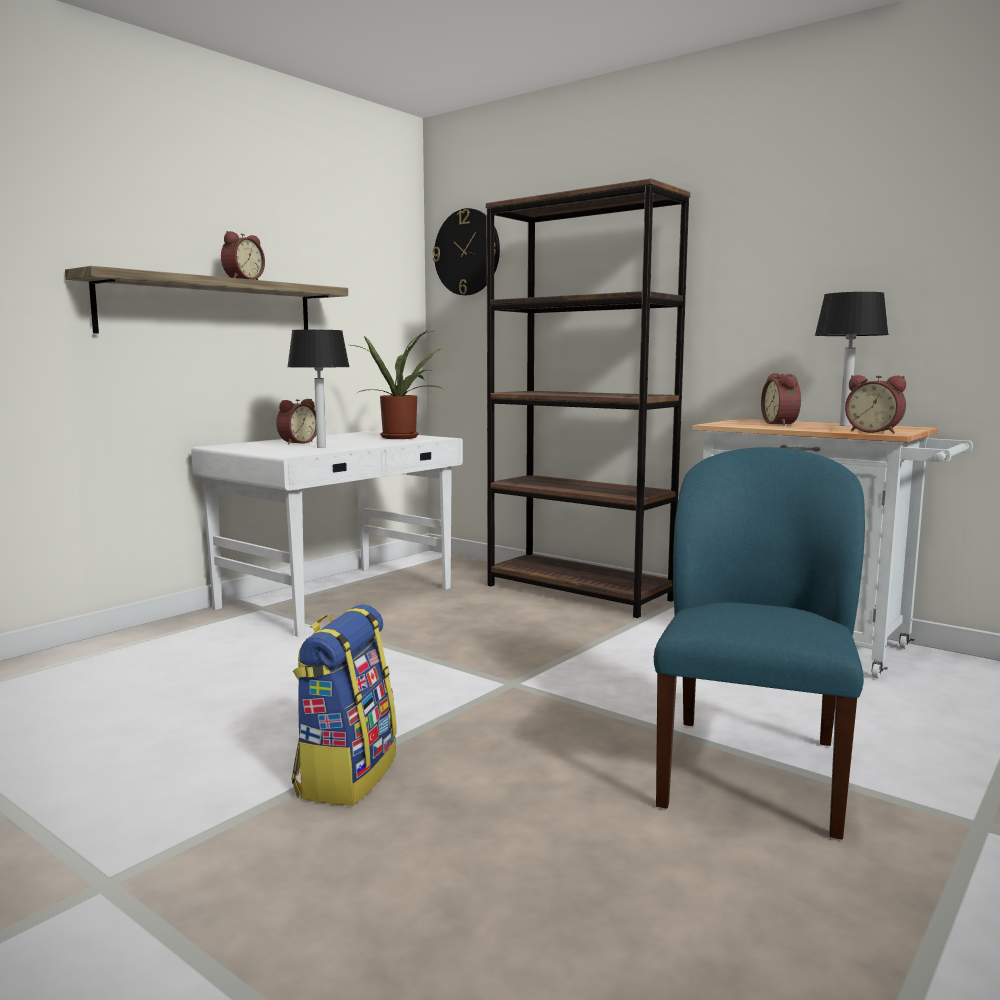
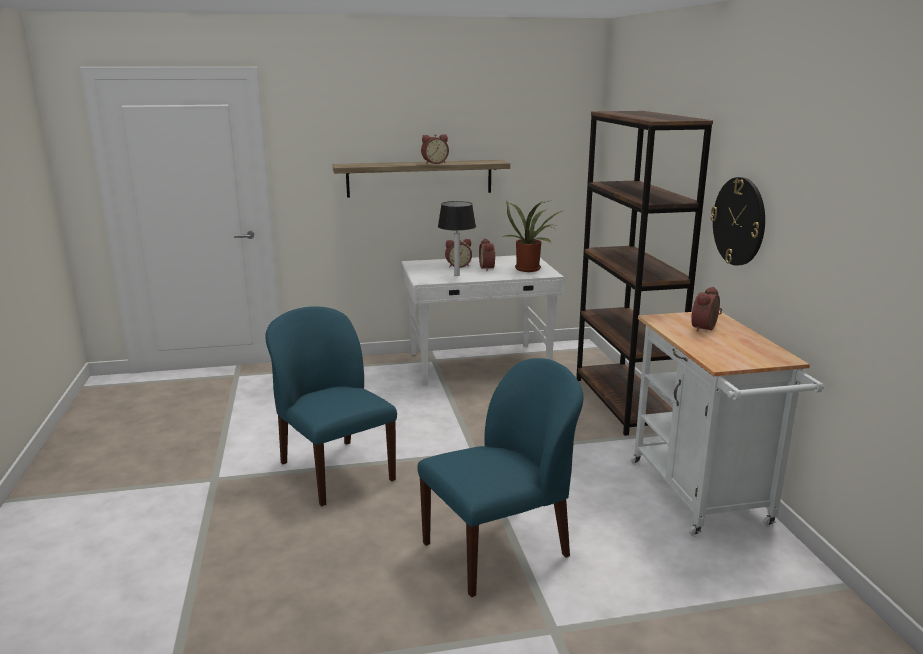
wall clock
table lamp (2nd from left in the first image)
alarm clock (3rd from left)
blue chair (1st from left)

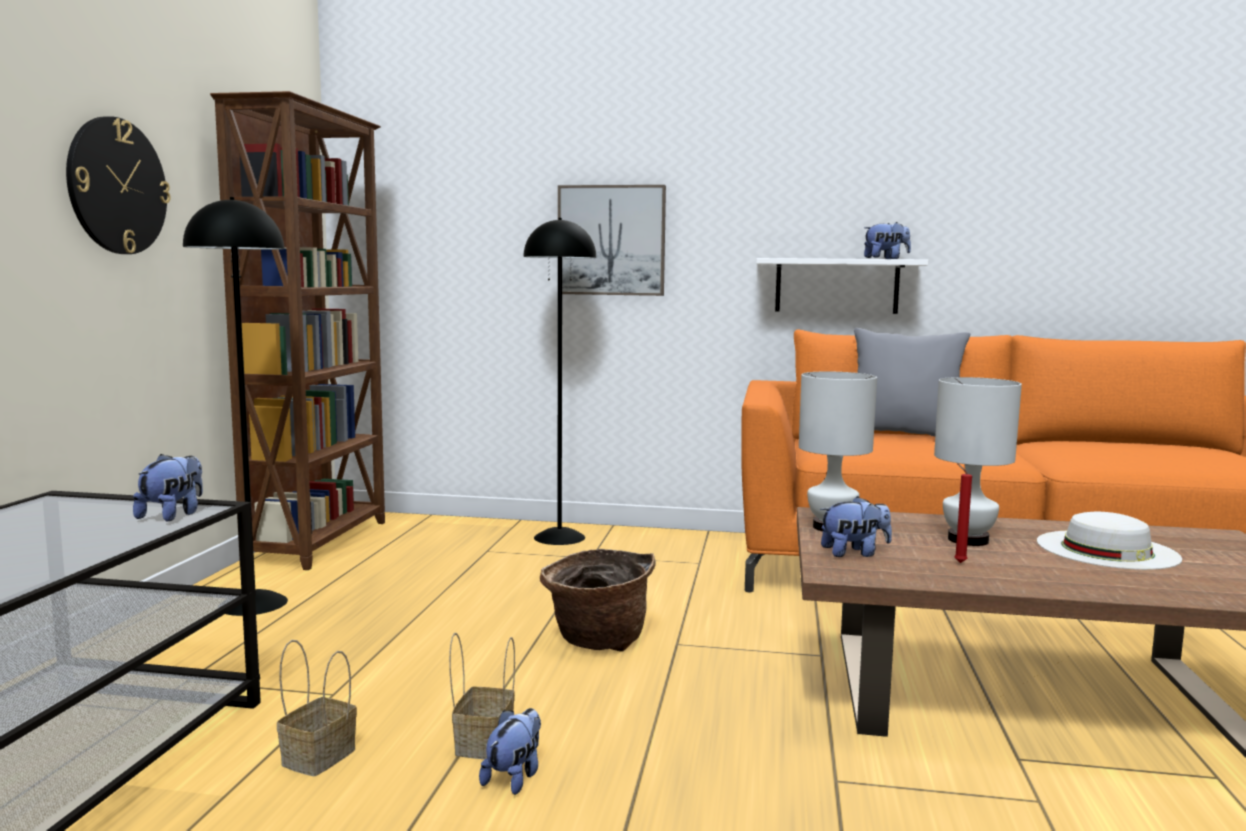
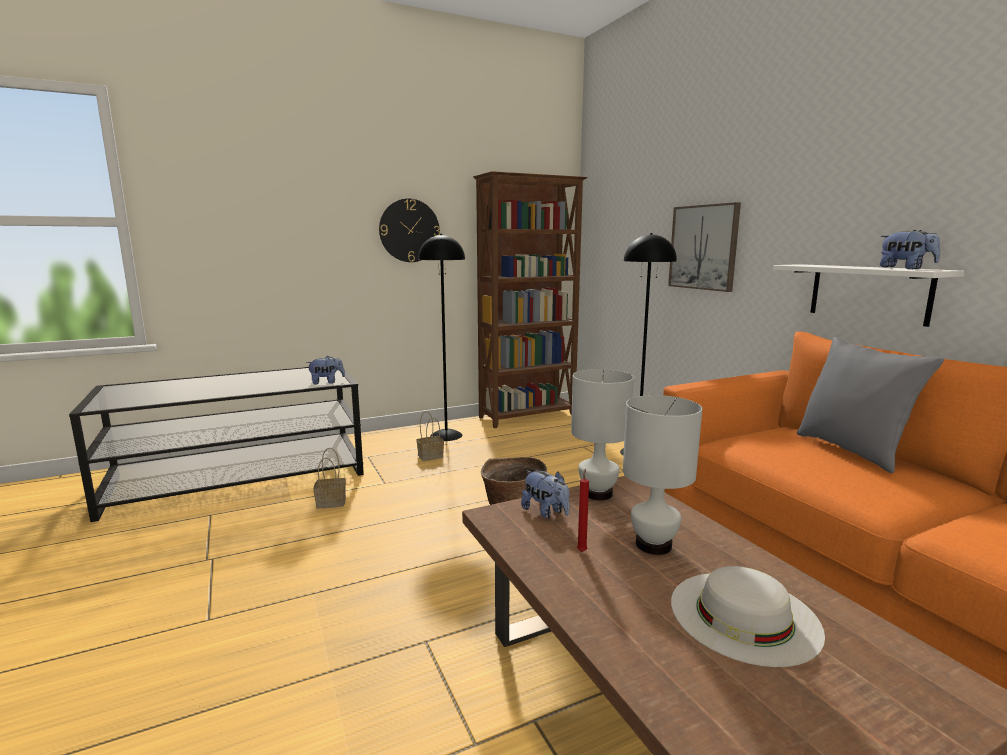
basket (2nd from left)
plush toy (2nd from left in the first image)

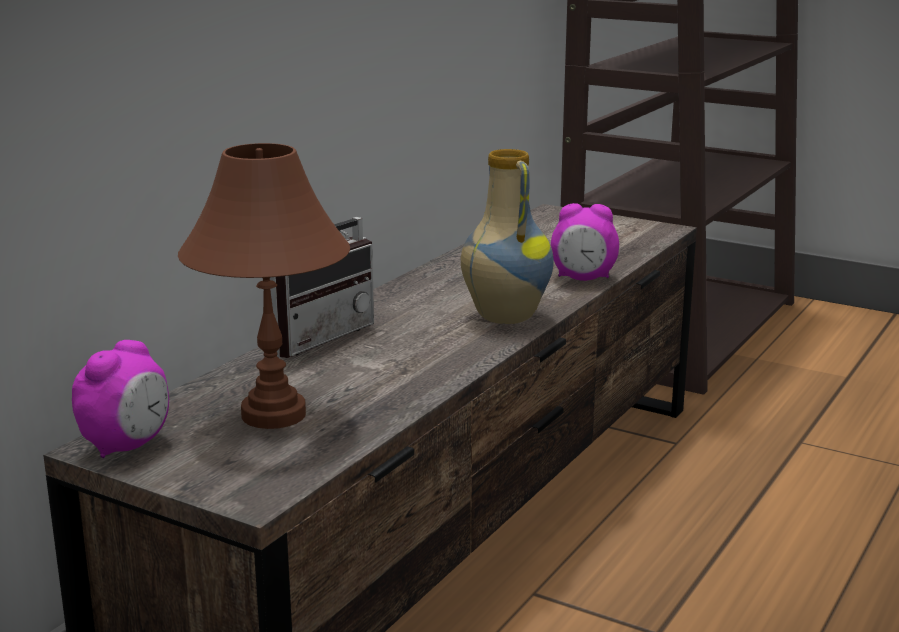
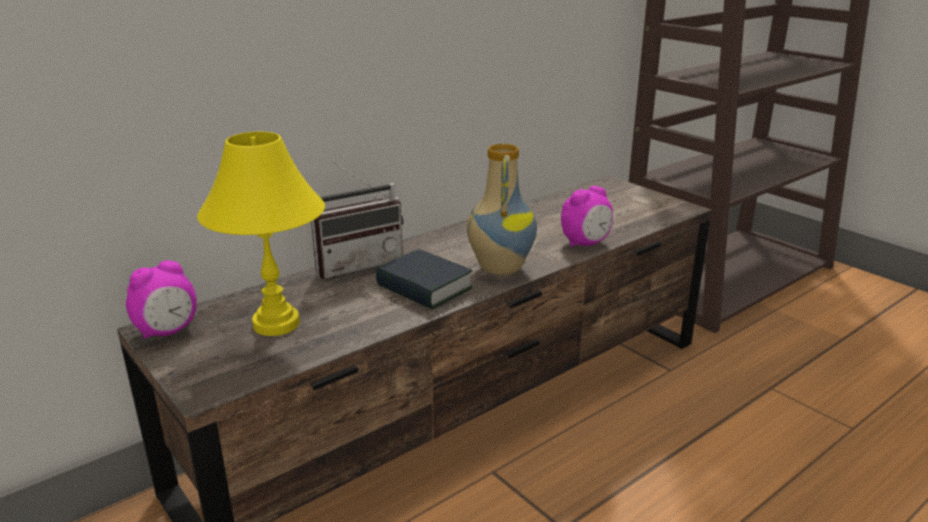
yellow table lamp
alarm clock (2nd from left)
book

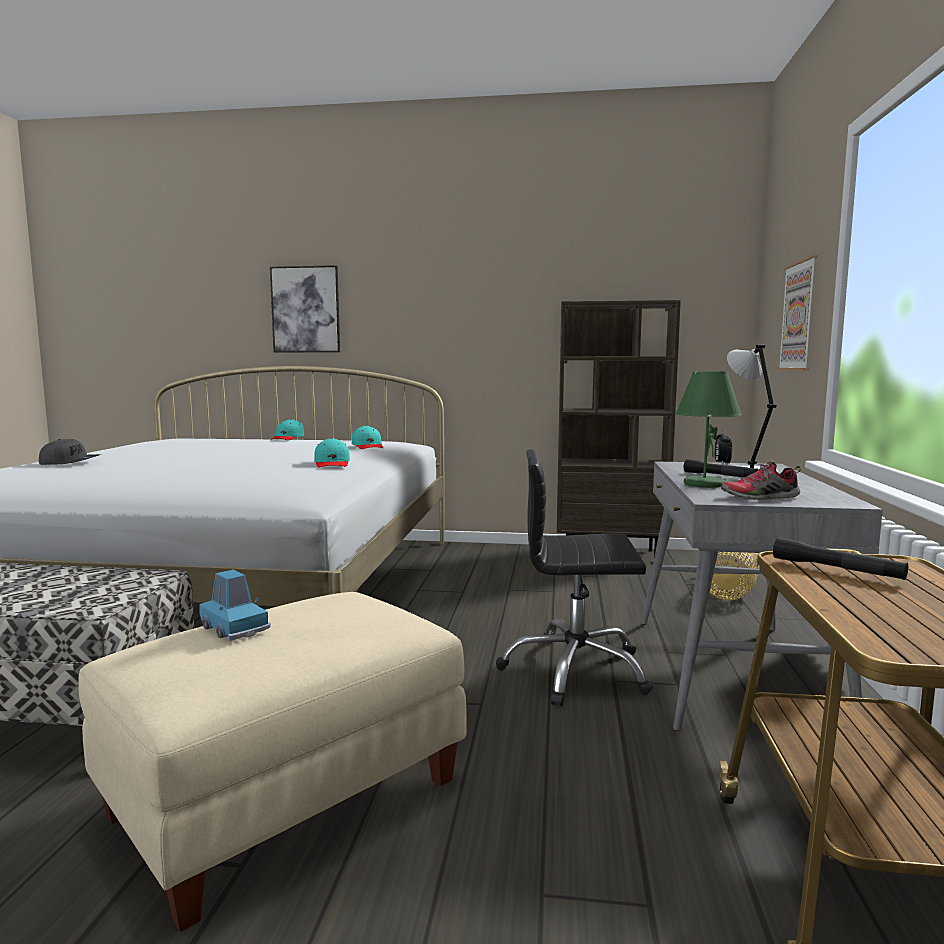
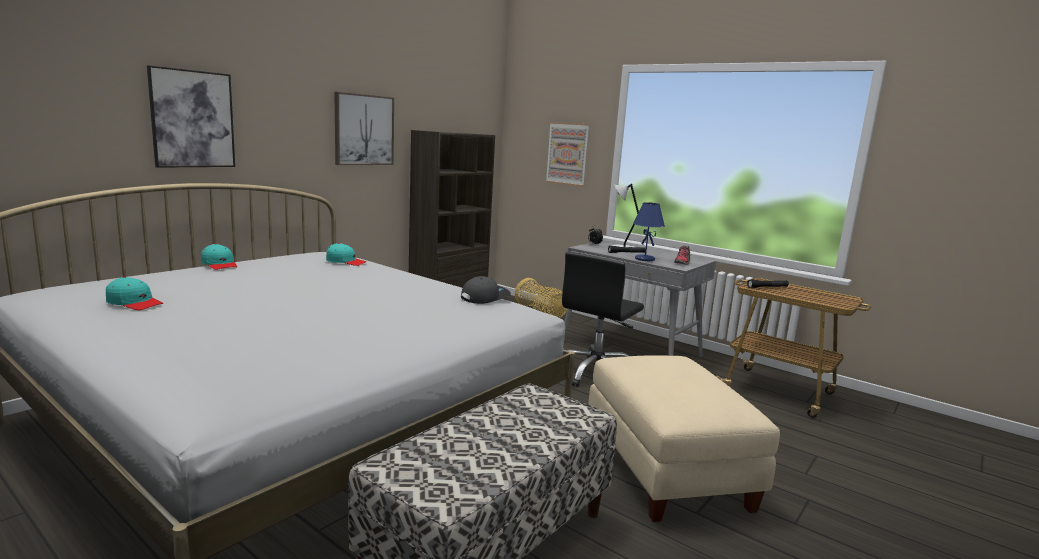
blue table lamp
turquoise cap (1st from left)
grey cap
blue toy car
picture (2nd from left)

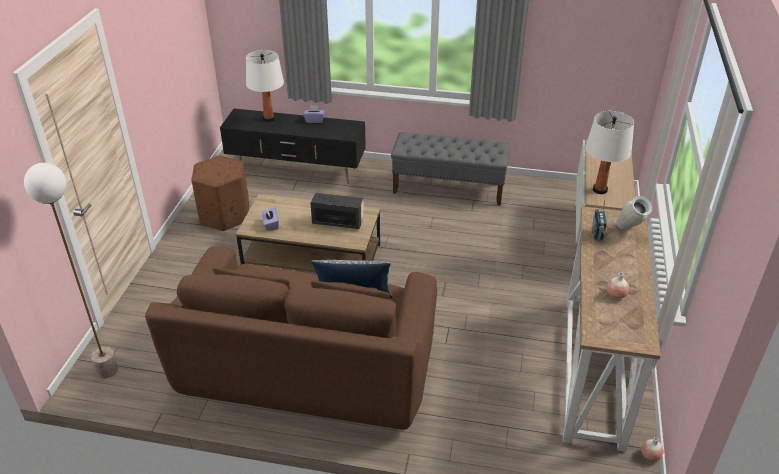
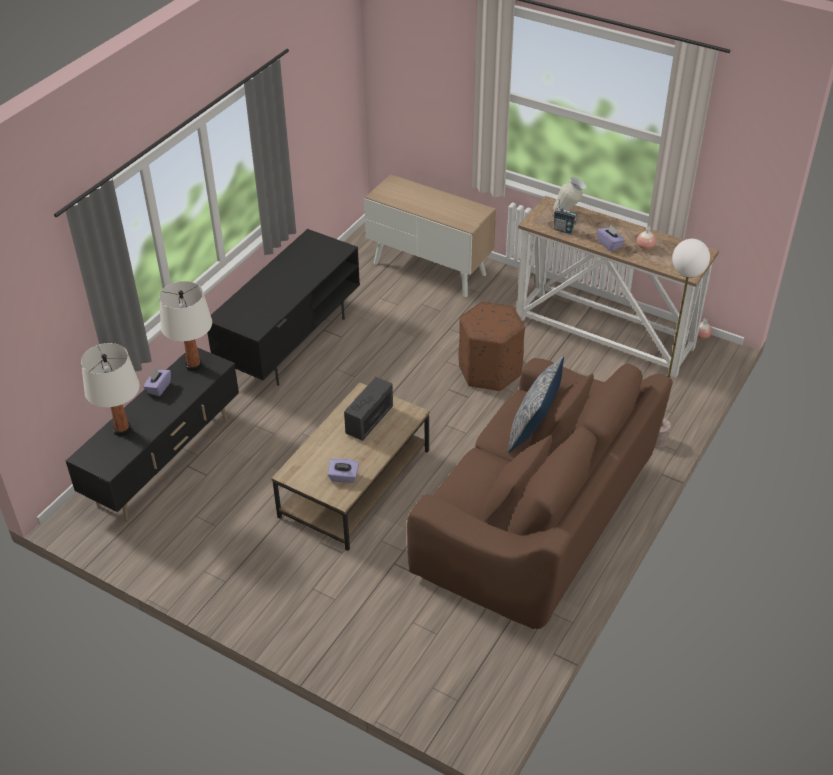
white table lamp (2nd from left)
black tv stand (2nd from left)
brown ottoman
floor lamp
purple tissue box (3rd from left)

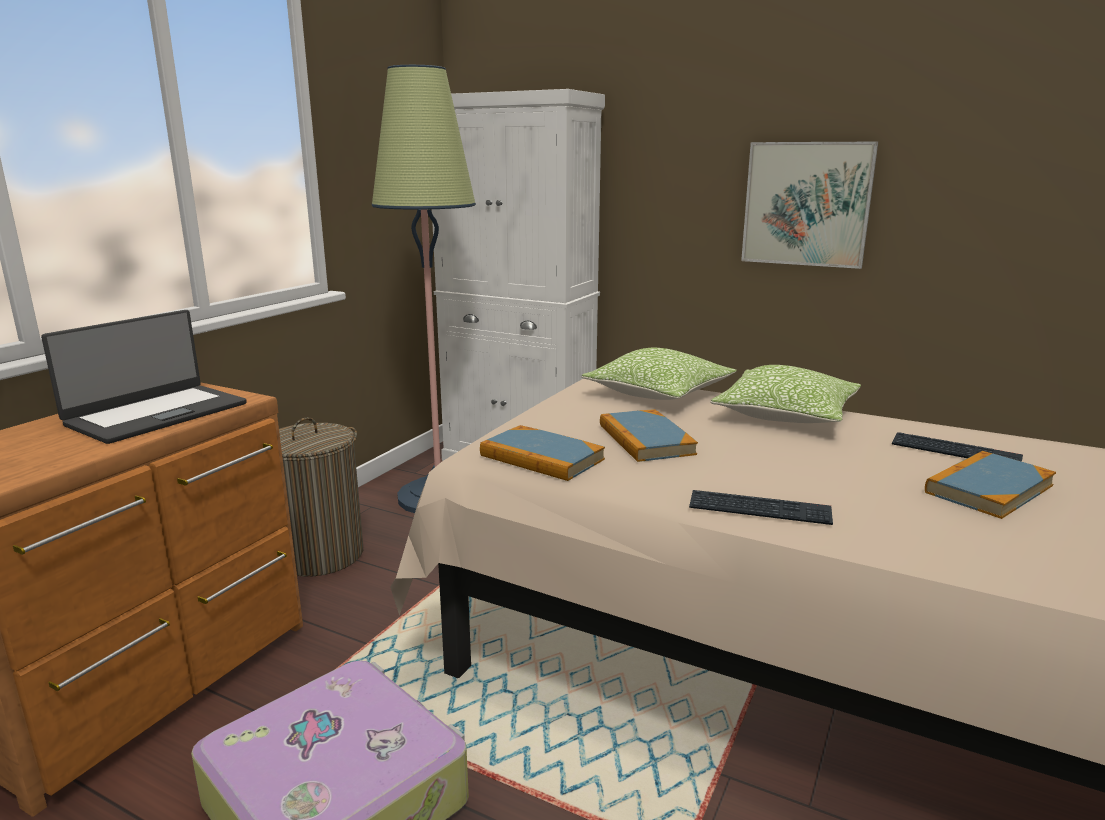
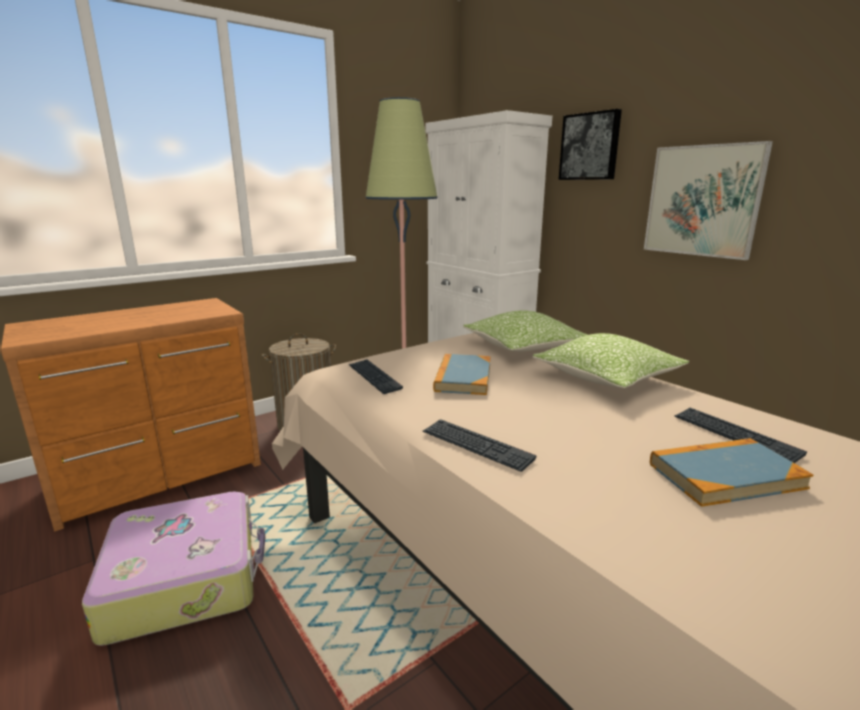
laptop
keyboard (1st from left)
picture (1st from left)

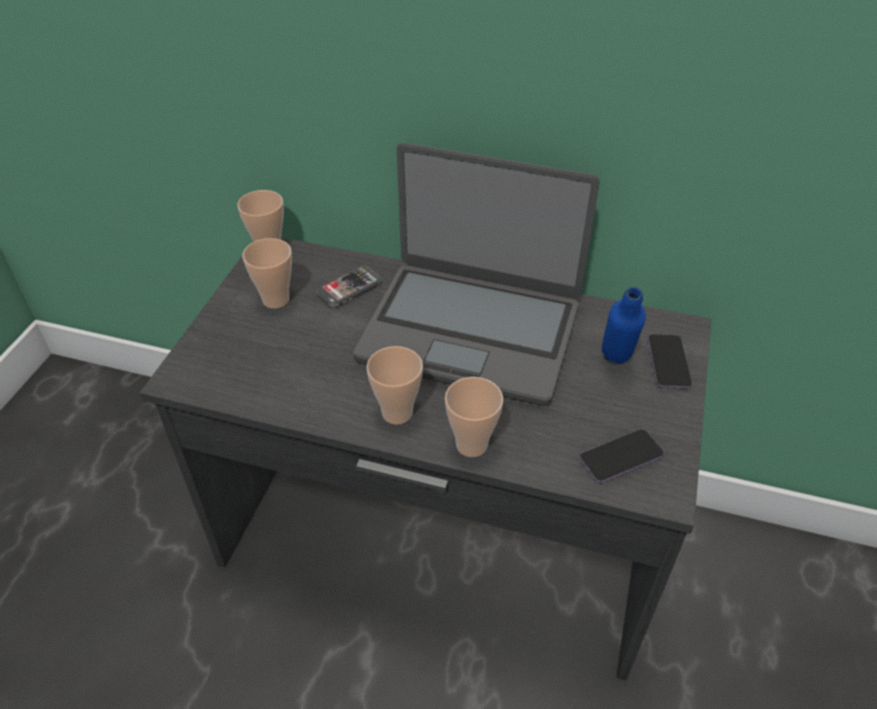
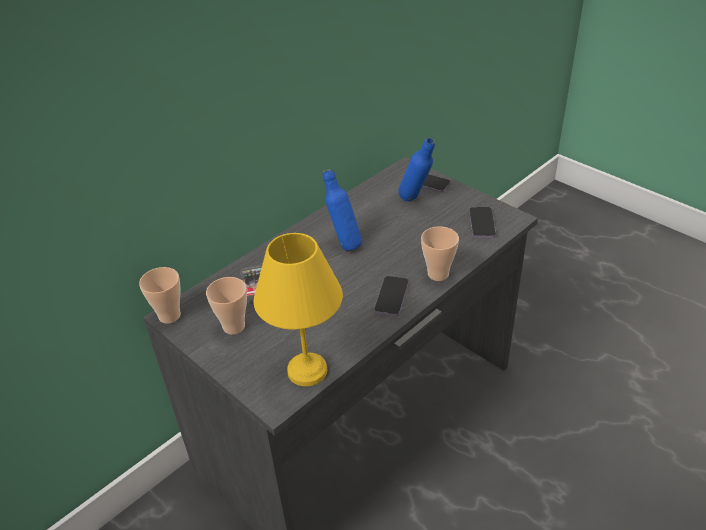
blue bottle (1st from left)
phone (2nd from left)
yellow table lamp

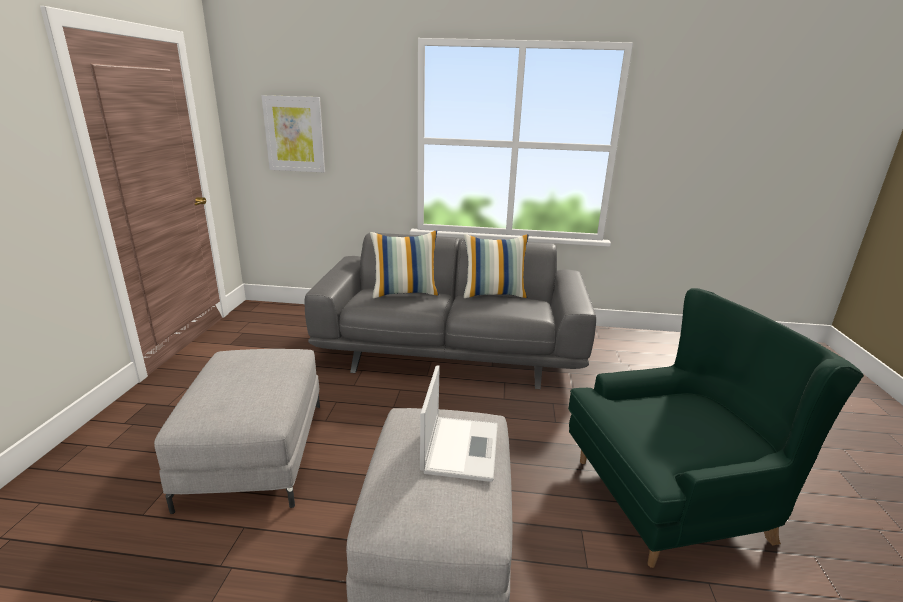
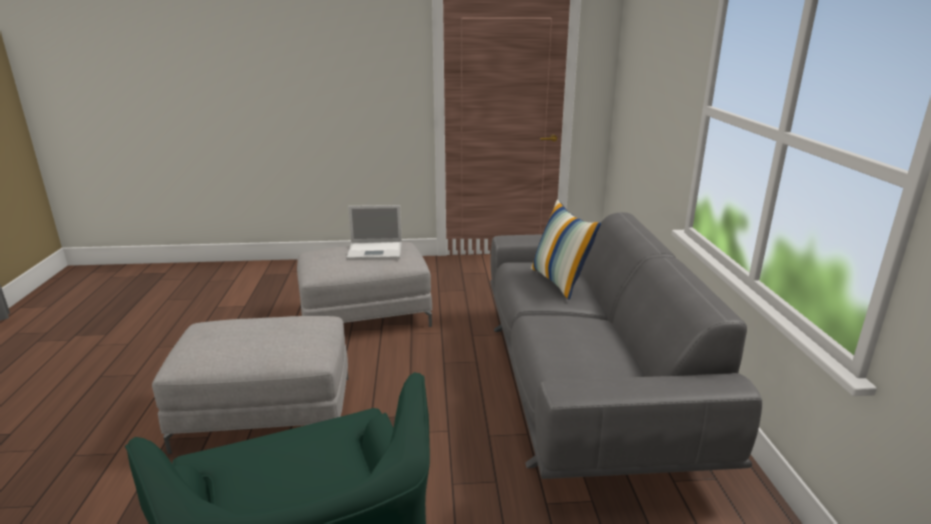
picture
pillow (2nd from left in the first image)
laptop

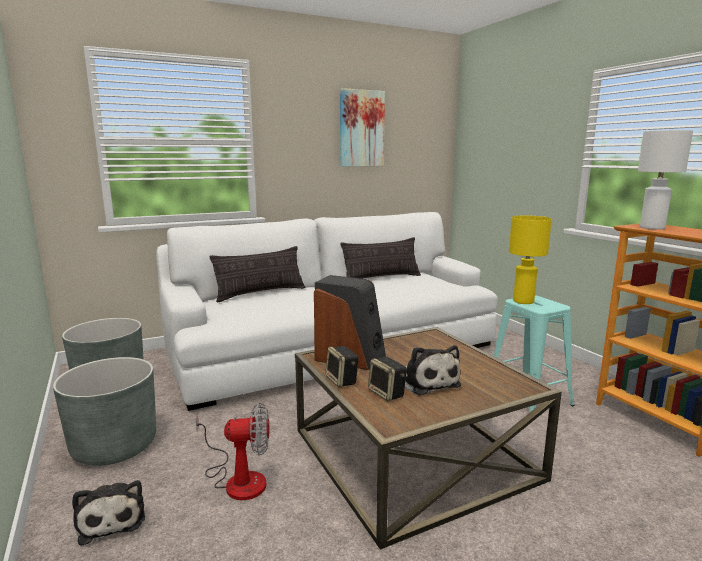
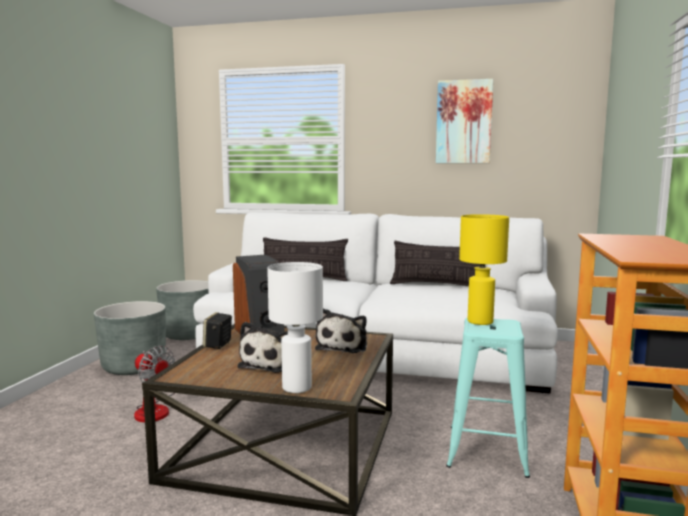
white table lamp
speaker (3rd from left in the first image)
plush toy (2nd from left)

